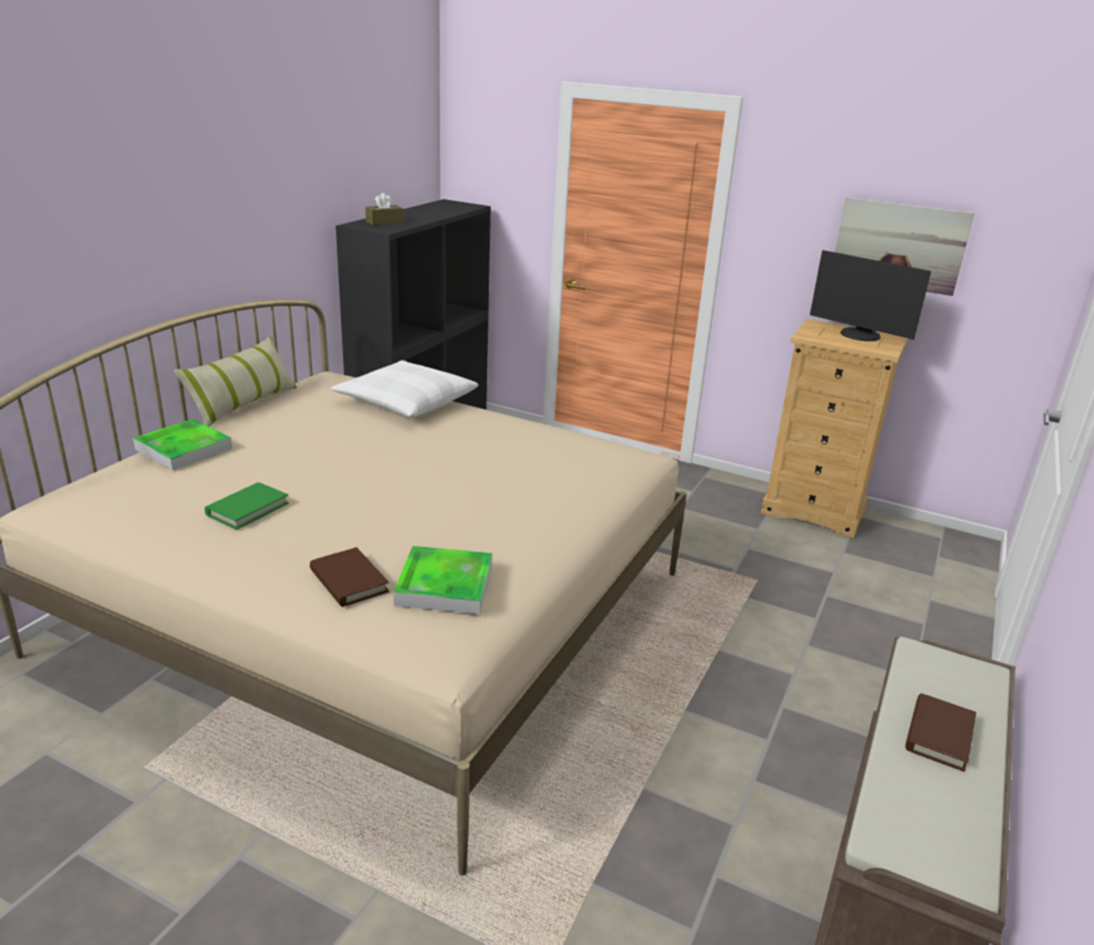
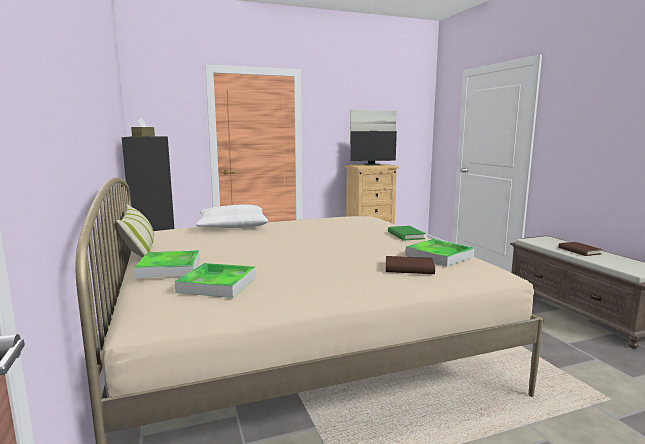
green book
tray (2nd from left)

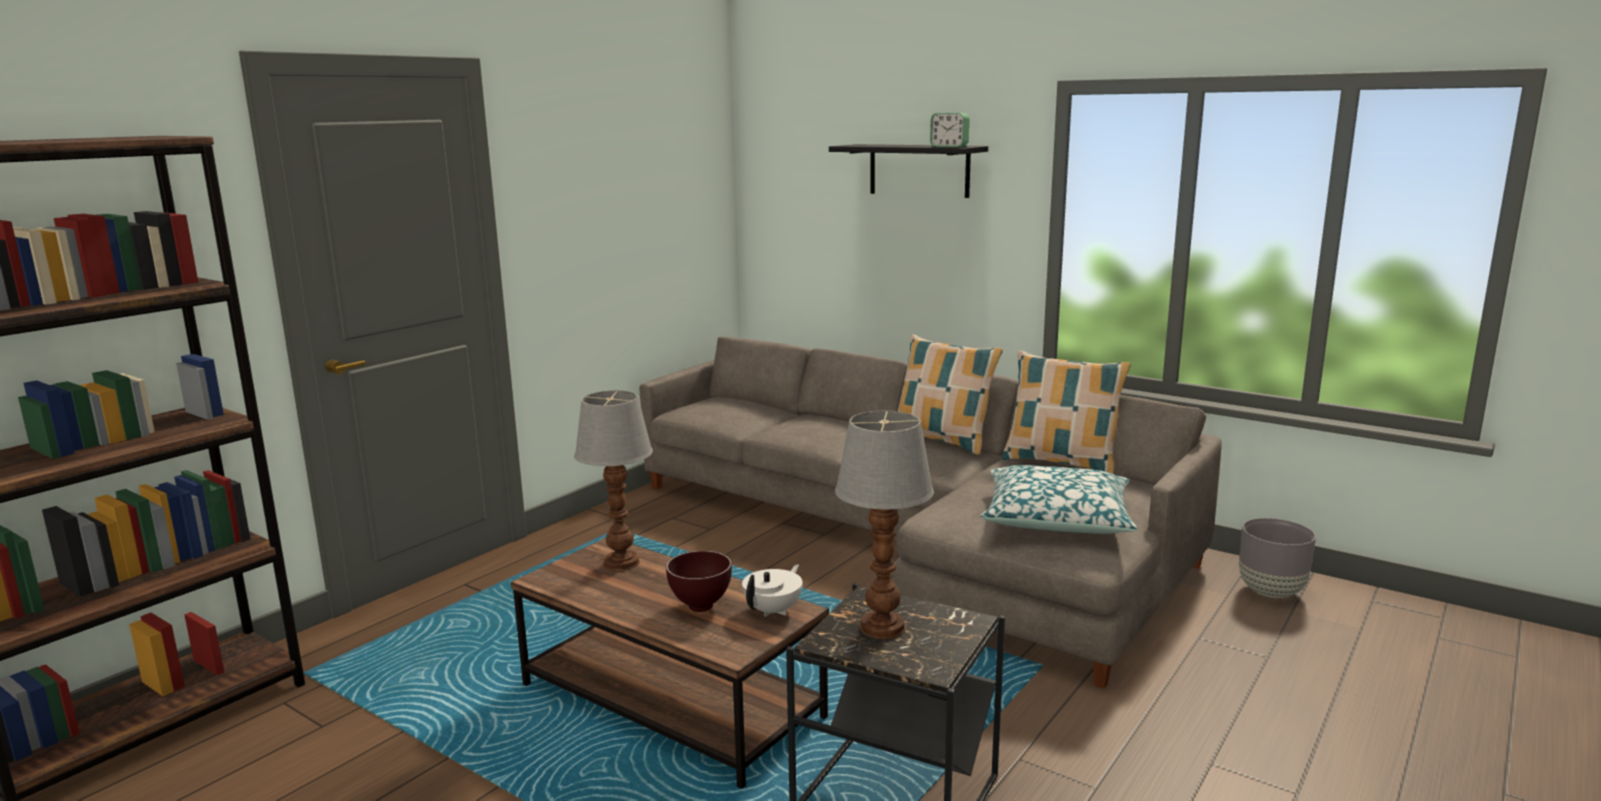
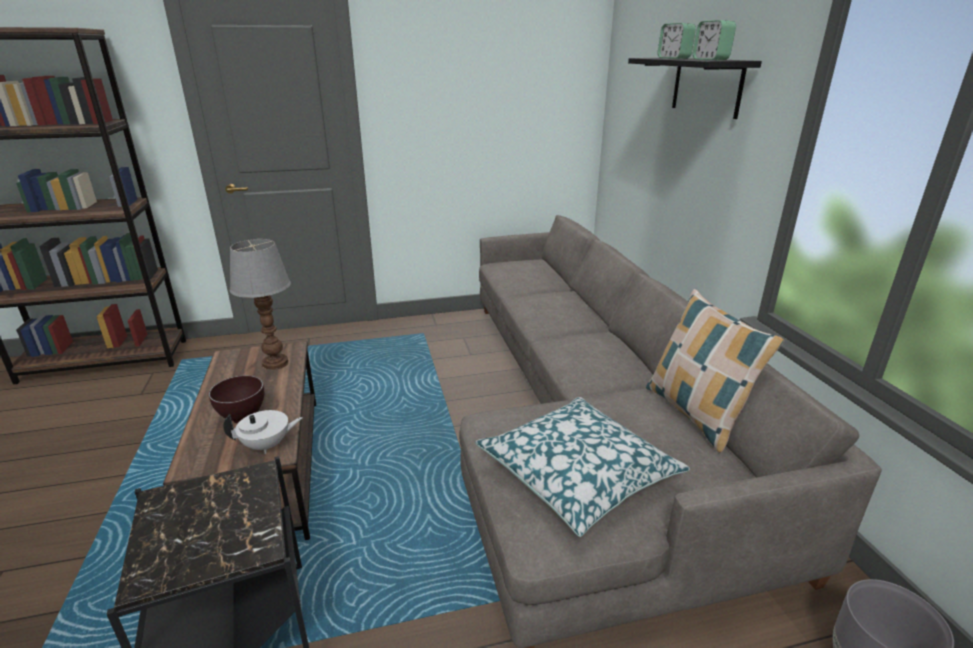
pillow (1st from left in the first image)
table lamp (2nd from left in the first image)
alarm clock (1st from left)

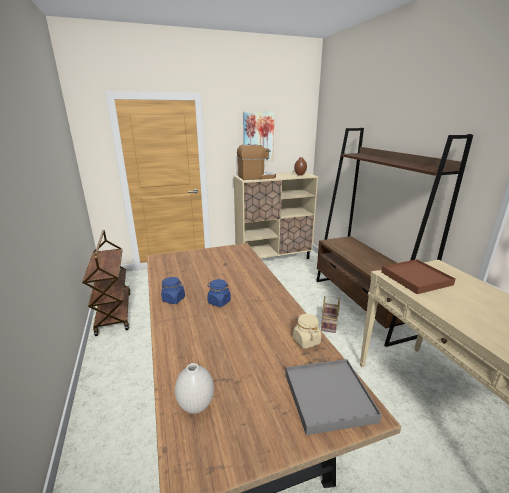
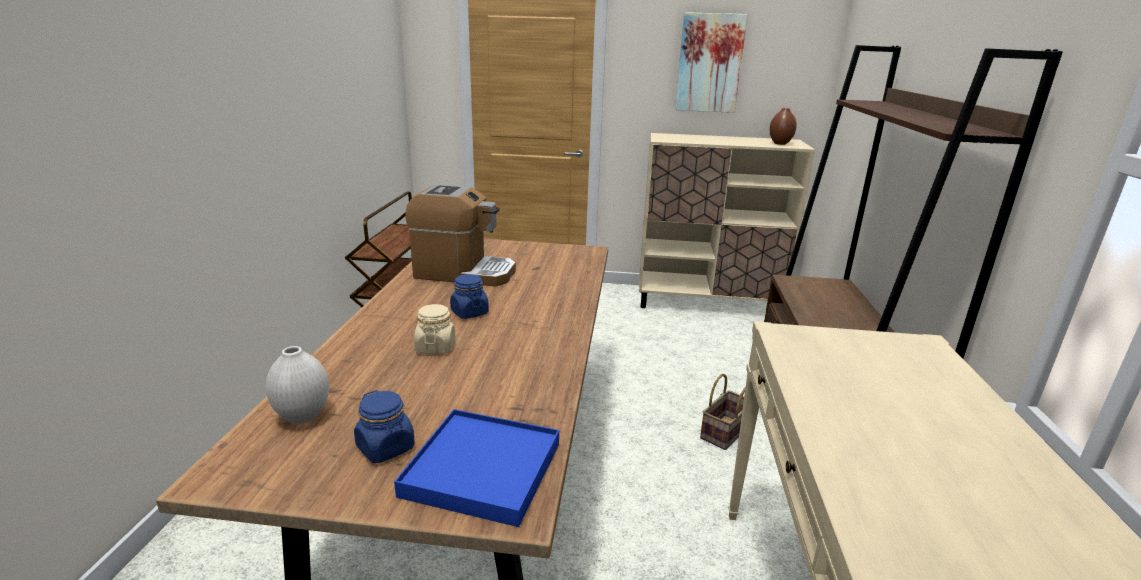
coffee machine
brown tray
blue jar (1st from left)
beige jar
blue tray

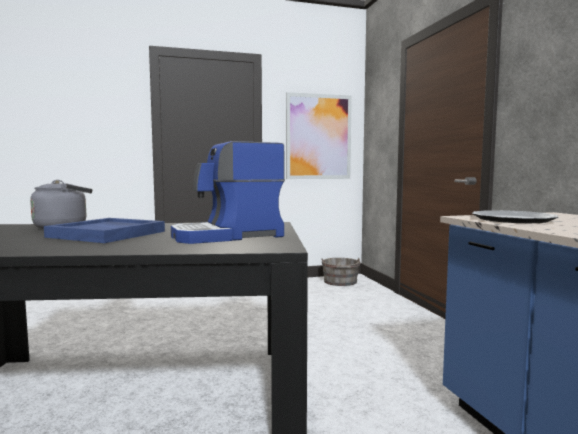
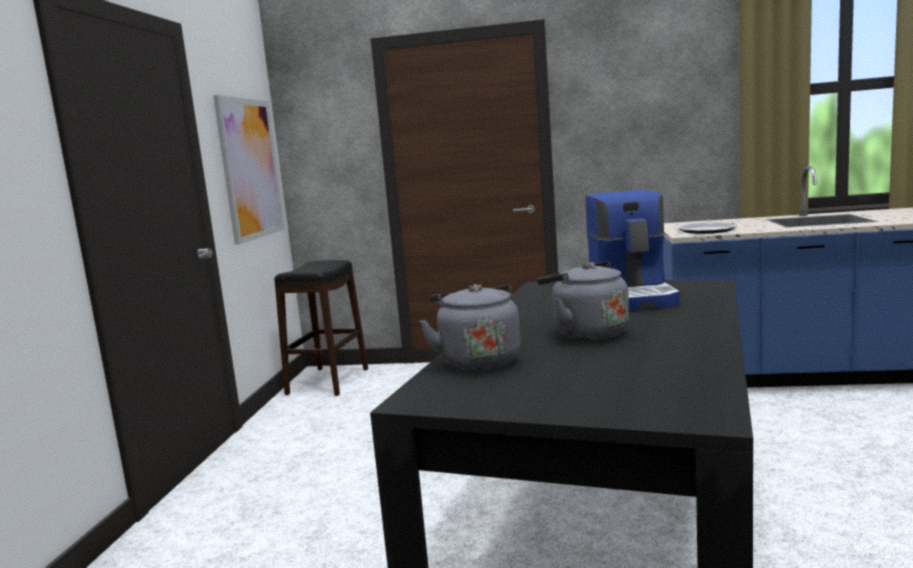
grey kettle (2nd from left)
black stool

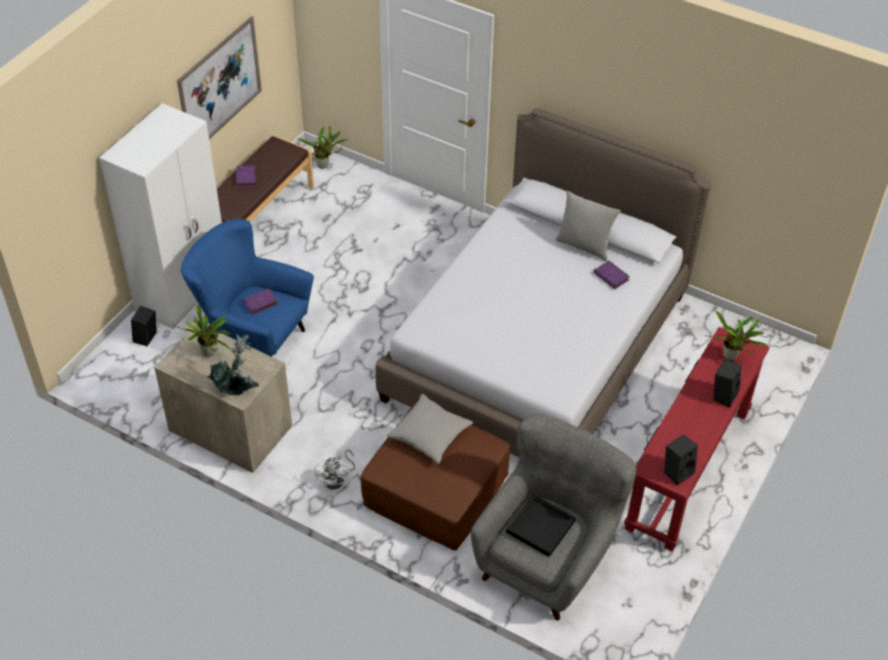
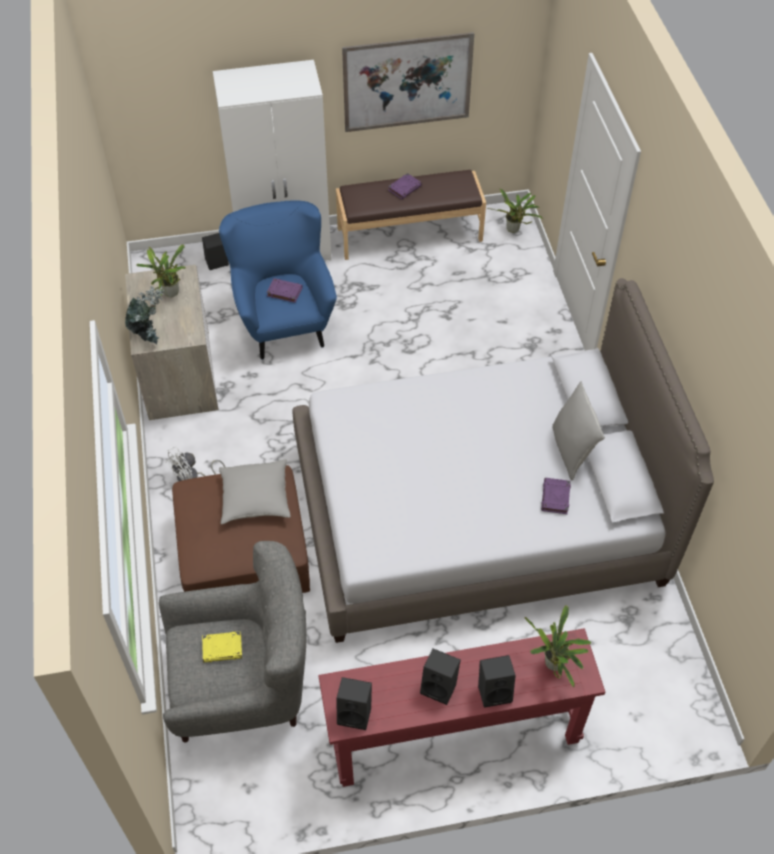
yellow book
black speaker (3rd from left)

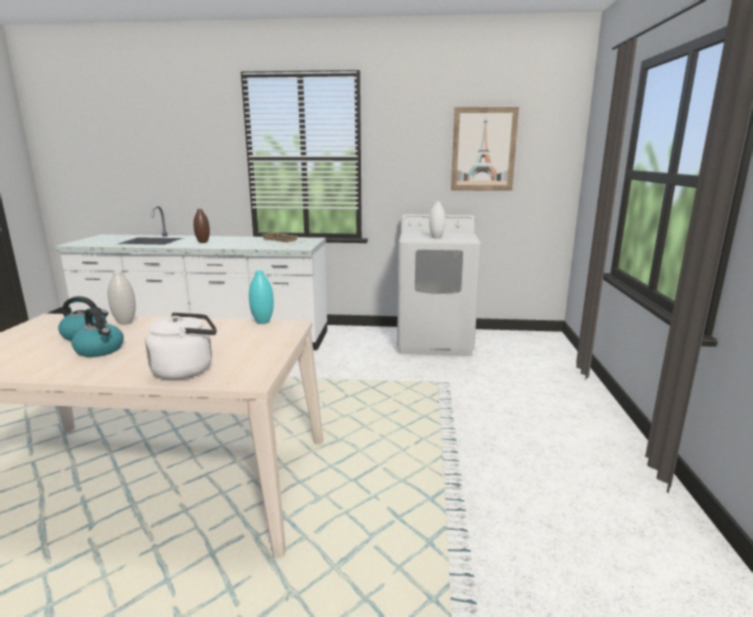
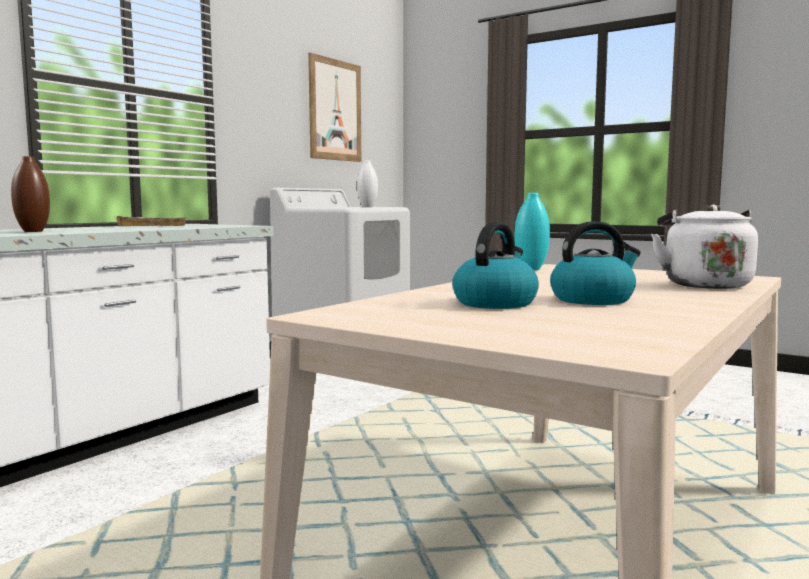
white vase (1st from left in the first image)

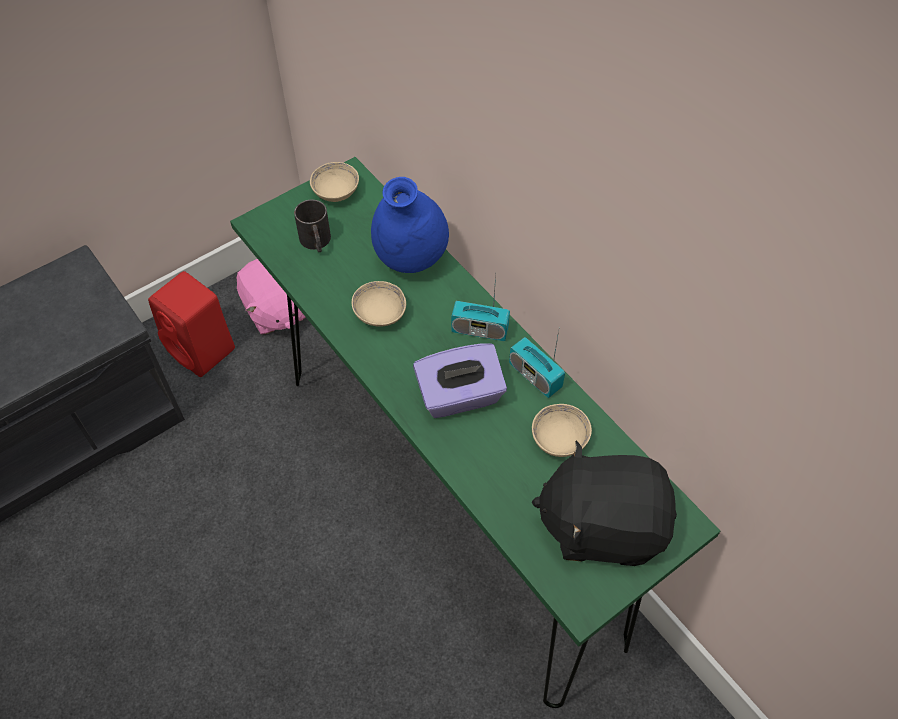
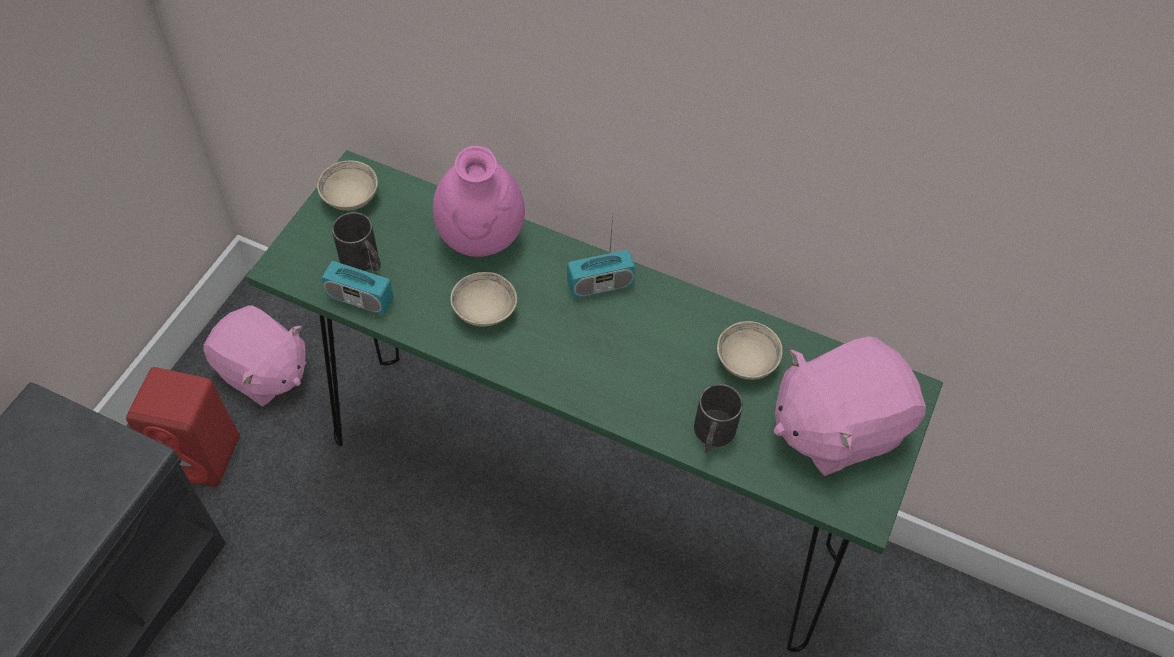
pink vase
radio (1st from left)
purple tissue box
pink plush toy (2nd from left)
black mug (2nd from left)

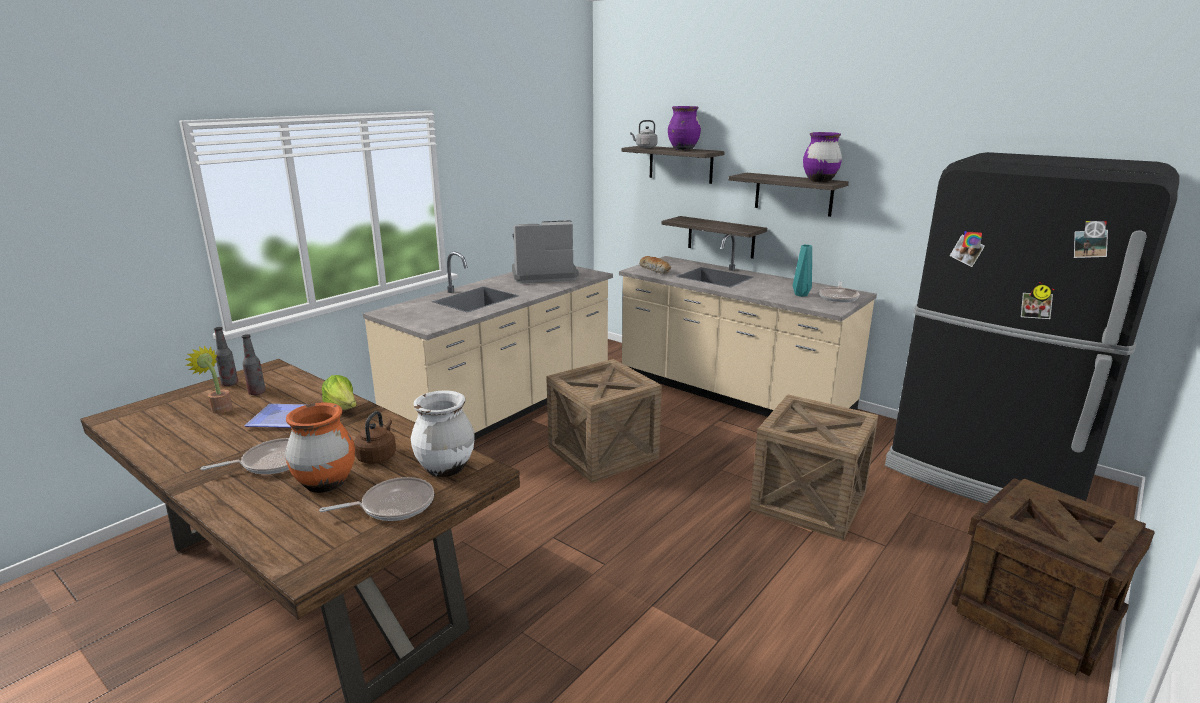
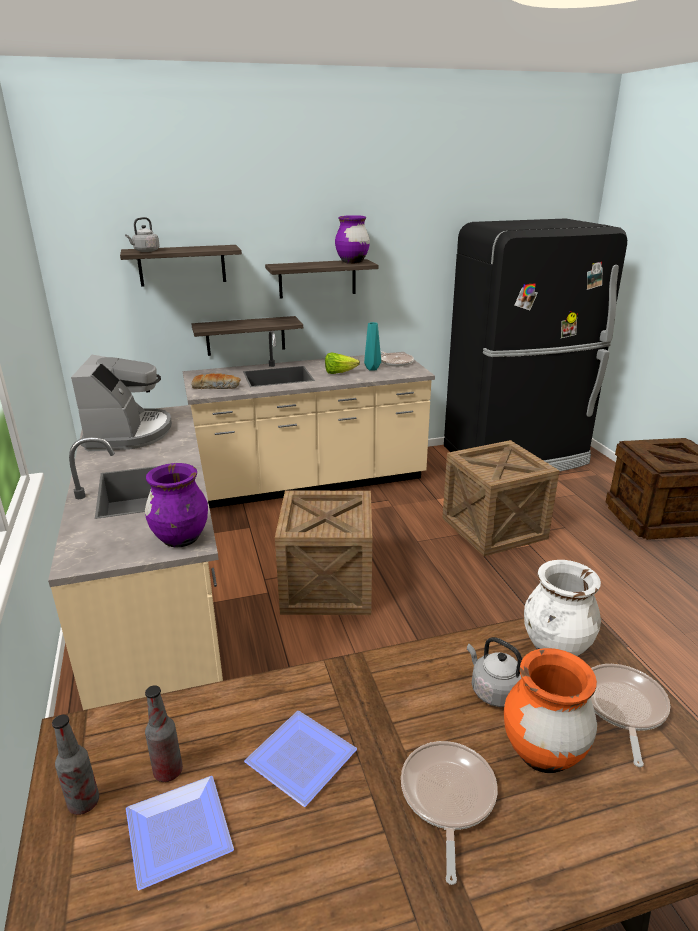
purple vase (1st from left)
coffee machine
plate (1st from left)
lettuce
grey kettle (2nd from left)

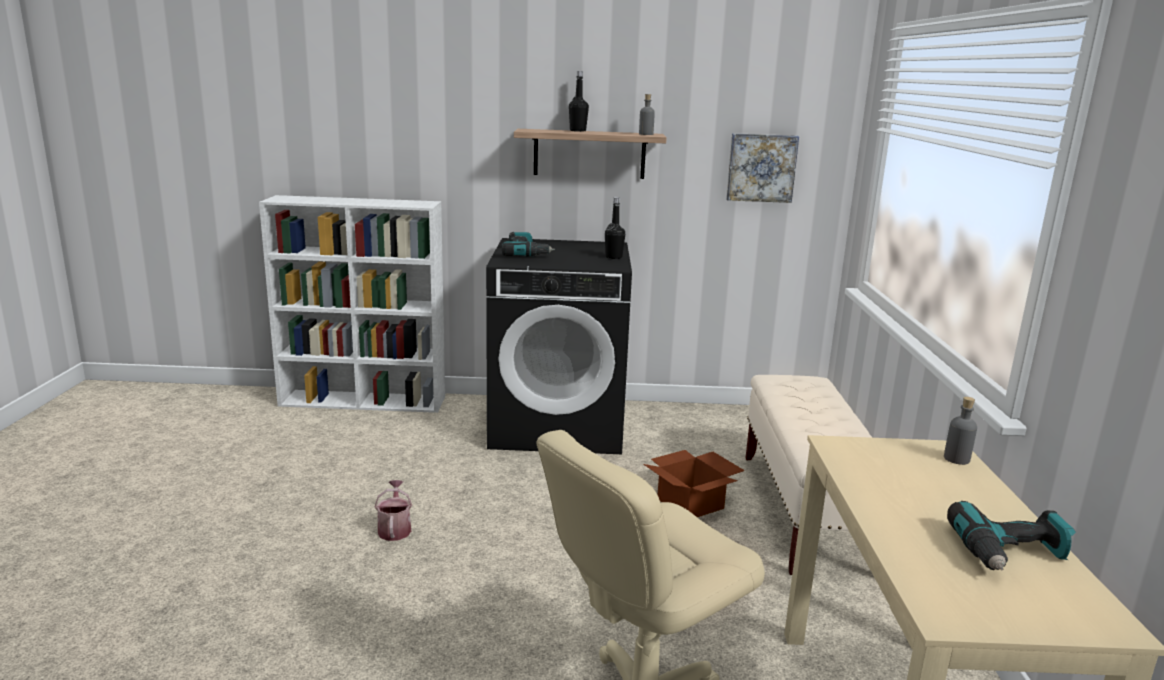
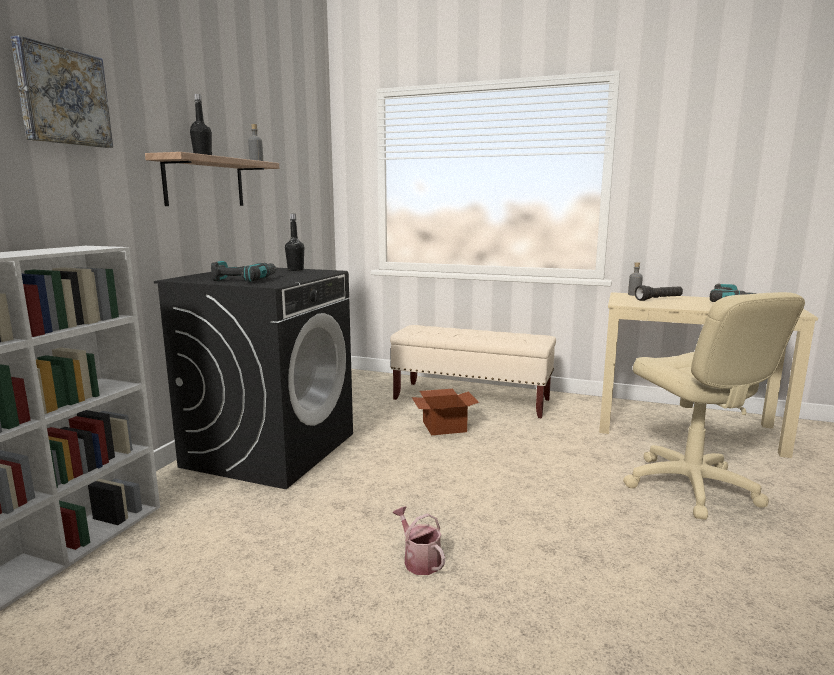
picture
watering can
black flashlight

